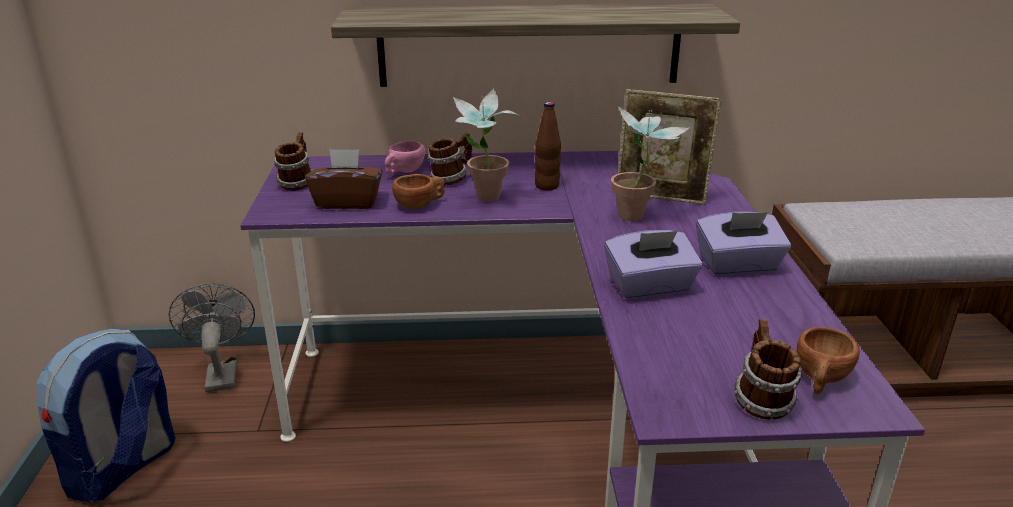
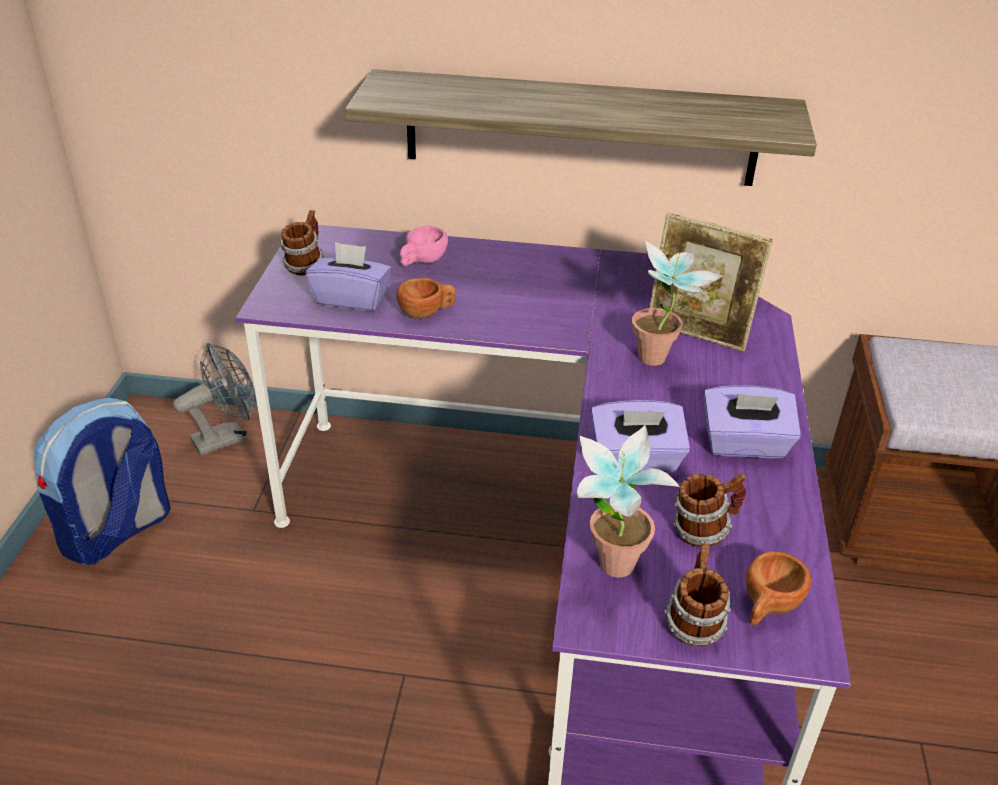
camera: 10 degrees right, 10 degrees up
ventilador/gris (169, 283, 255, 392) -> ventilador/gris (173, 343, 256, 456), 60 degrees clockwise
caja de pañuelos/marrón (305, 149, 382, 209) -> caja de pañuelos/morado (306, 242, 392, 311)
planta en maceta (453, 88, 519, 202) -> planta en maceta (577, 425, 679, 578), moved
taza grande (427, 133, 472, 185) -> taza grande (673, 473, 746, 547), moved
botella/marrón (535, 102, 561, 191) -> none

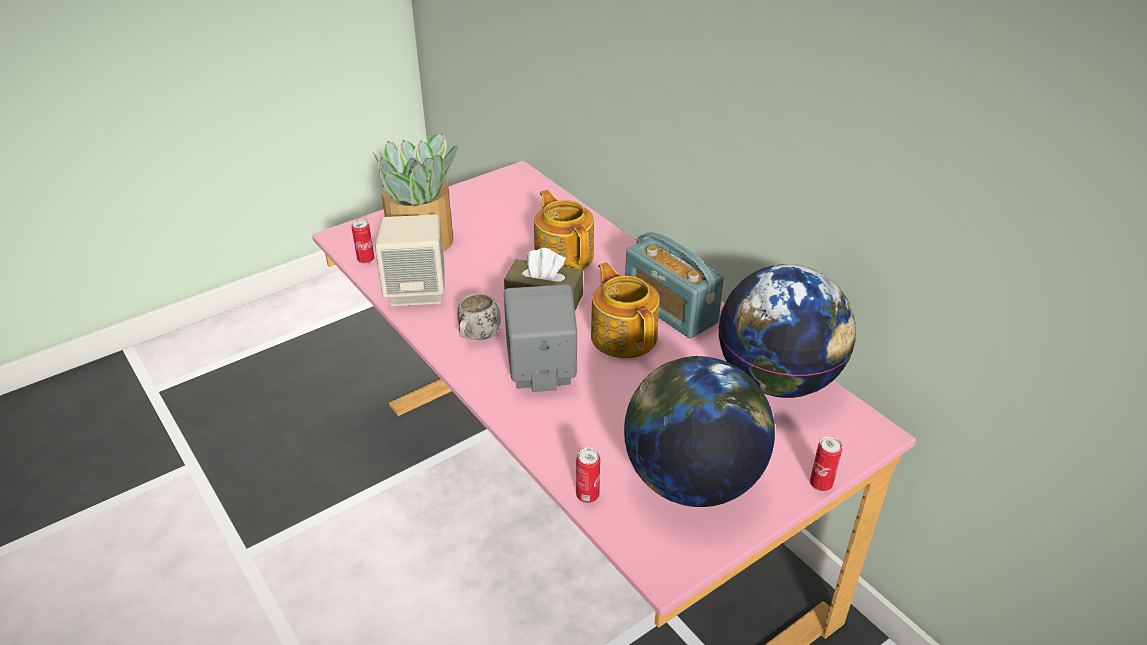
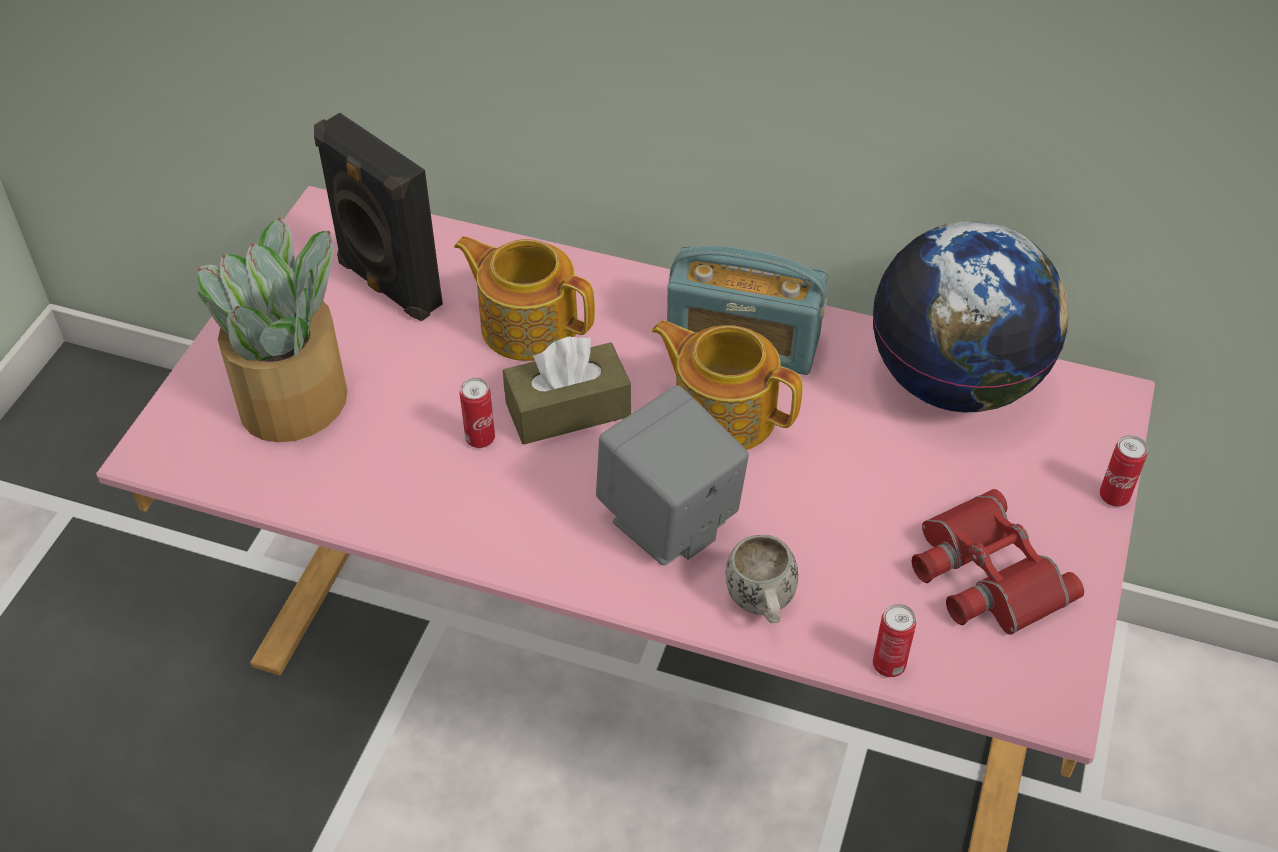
camera: 35 degrees left, 10 degrees up
none -> altavoz/negro (314, 113, 443, 321)
lata (352, 219, 375, 264) -> lata (460, 378, 495, 448), moved
taza grande/blanco (458, 293, 501, 340) -> taza grande/blanco (726, 535, 798, 623), moved
globo terráqueo (624, 356, 775, 507) -> prismáticos/rojo (912, 489, 1084, 635)
altavoz/beis (375, 214, 445, 306) -> none

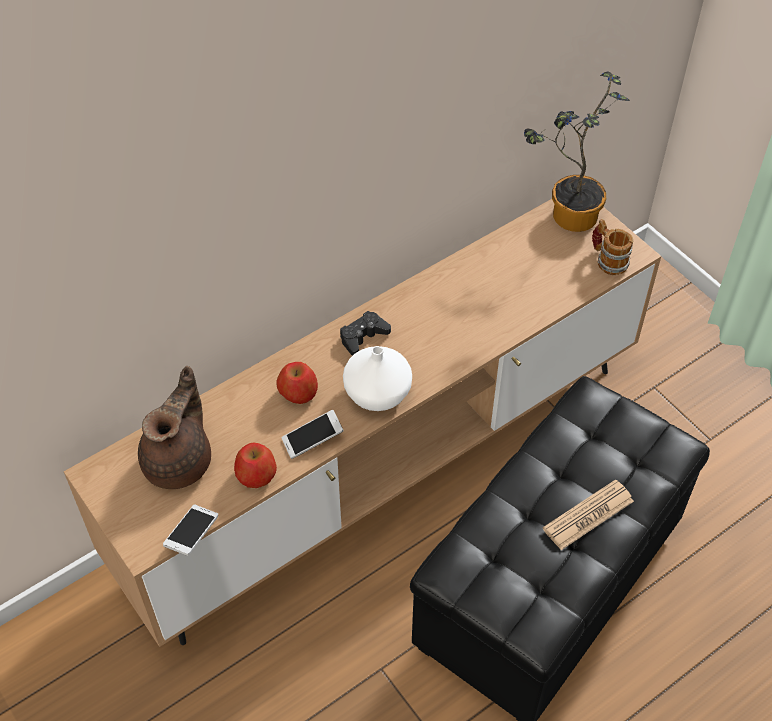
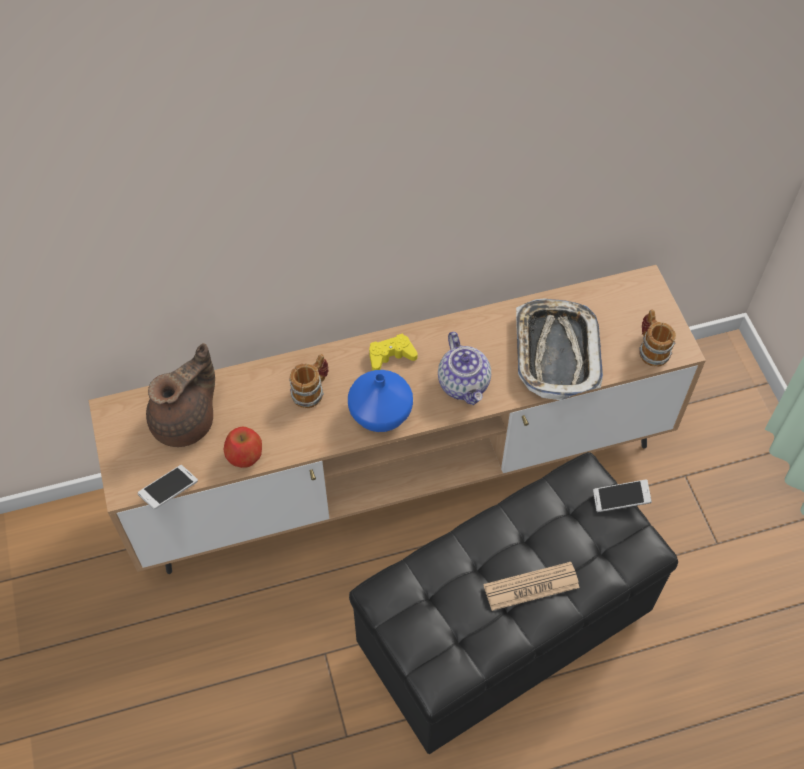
camera: 20 degrees right, 5 degrees up
manzana (276, 362, 318, 404) -> taza grande (289, 354, 329, 408)
florero/blanco (343, 346, 412, 411) -> florero/azul (348, 370, 413, 432)
mando de consola/negro (340, 311, 391, 356) -> mando de consola/amarillo (369, 334, 418, 371)
none -> tetera (438, 332, 491, 405)
none -> bandeja (516, 298, 603, 400)
móvil (281, 410, 344, 459) -> móvil (593, 480, 652, 512), moved
planta en maceta (524, 71, 630, 232) -> none

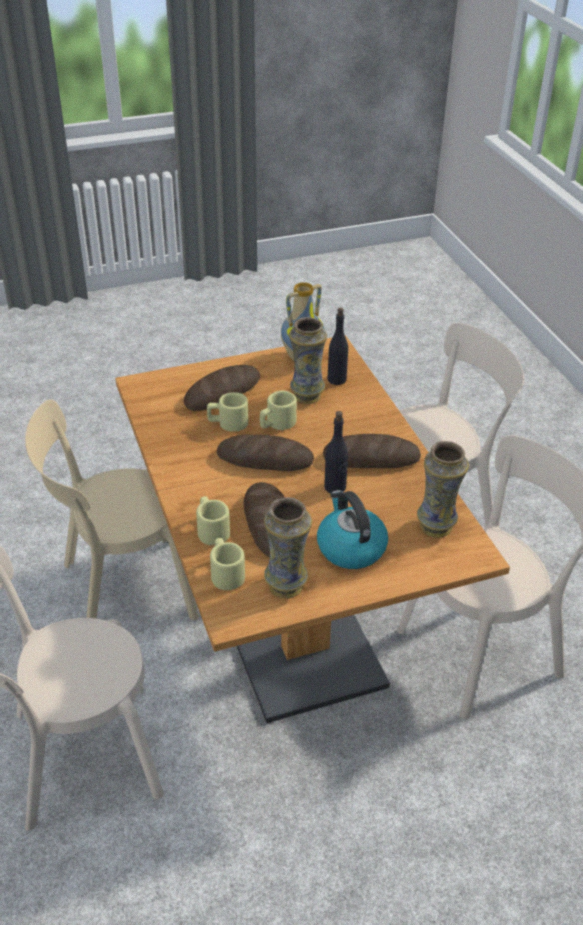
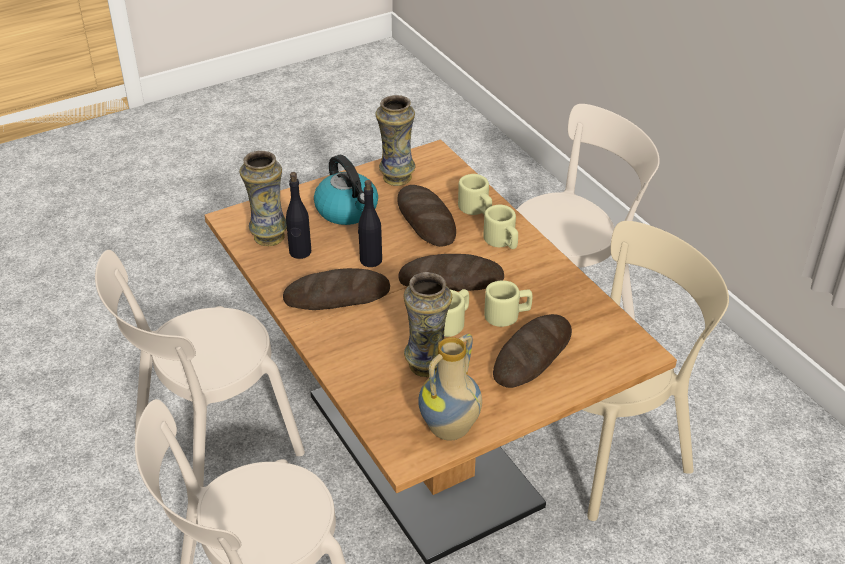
camera: 170 degrees right, 0 degrees up
botella/negro (327, 307, 348, 385) -> botella/negro (286, 172, 311, 259), moved
taza grande/beis (210, 538, 245, 590) -> taza grande/beis (483, 204, 518, 249), moved

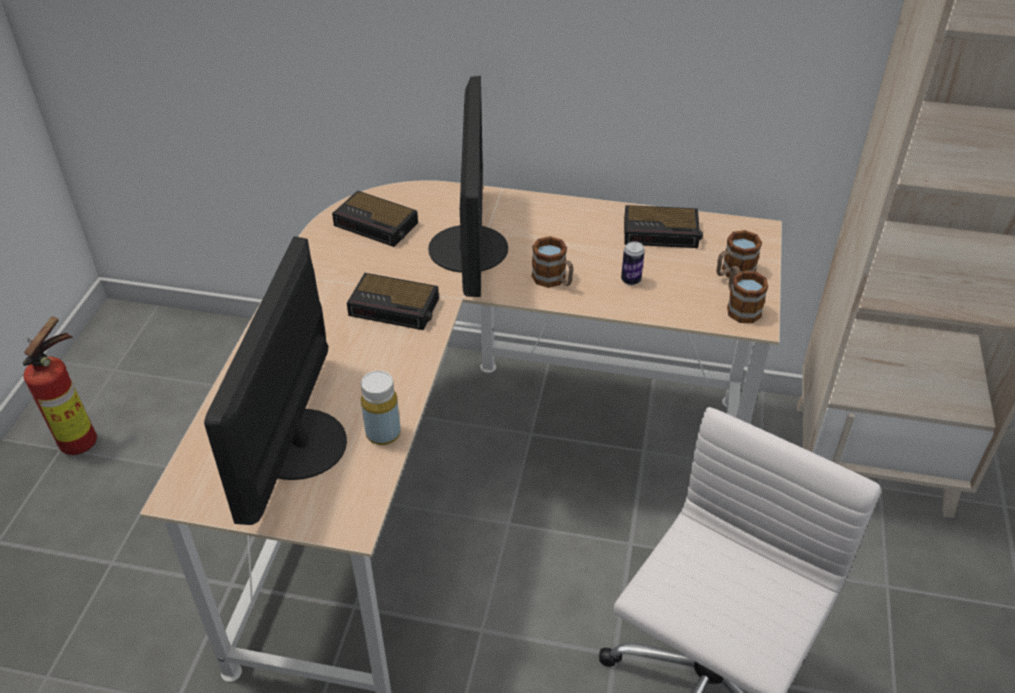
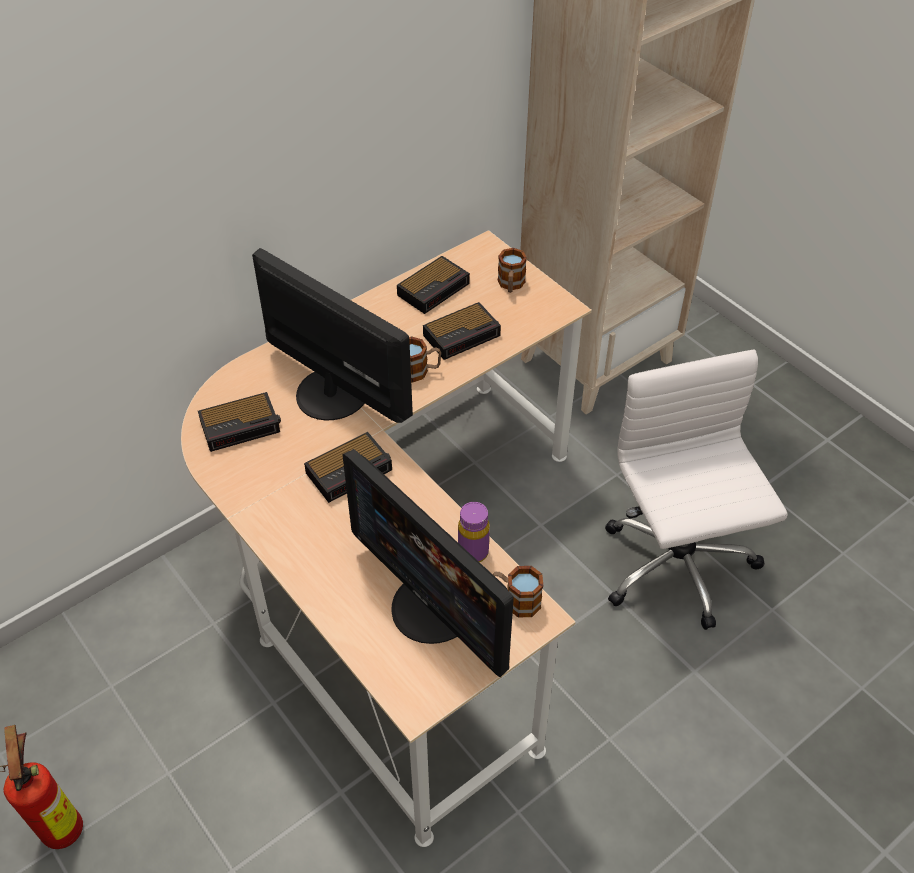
camera: 50 degrees left, 5 degrees up
lata (621, 241, 645, 285) -> despertador (423, 302, 501, 360)
botella/amarillo (361, 370, 401, 445) -> botella/morado (458, 502, 490, 562)
taza grande (727, 266, 768, 323) -> taza grande (493, 566, 543, 618), moved

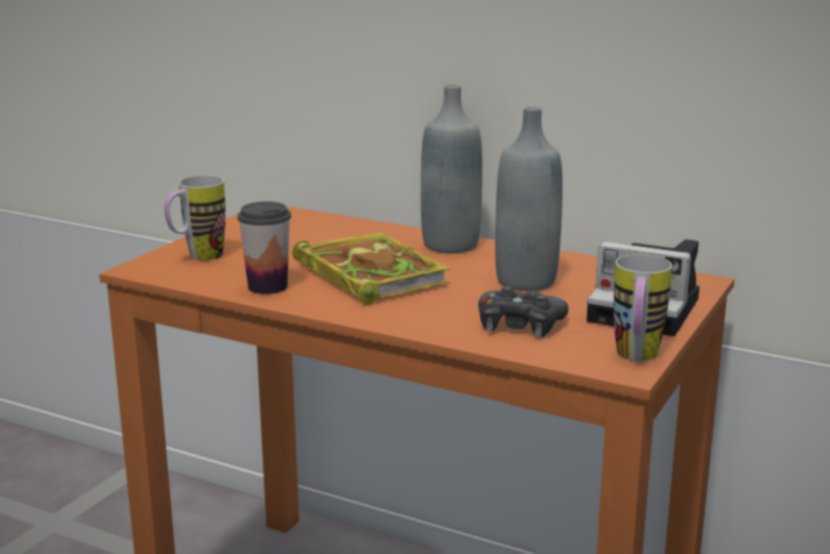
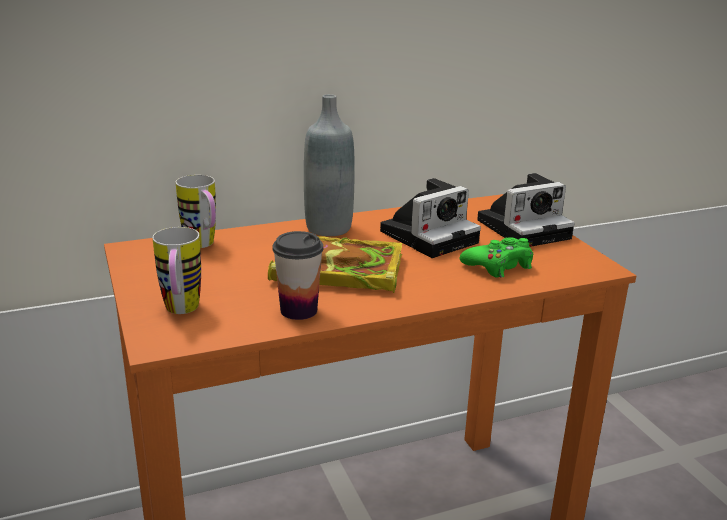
camera: 50 degrees left, 5 degrees up
taza grande (614, 254, 672, 361) -> taza grande (176, 175, 216, 248), moved
botella/gris (495, 107, 563, 291) -> cámara (380, 178, 481, 258)
mando de consola/negro (478, 286, 569, 337) -> mando de consola/verde (460, 237, 533, 278)

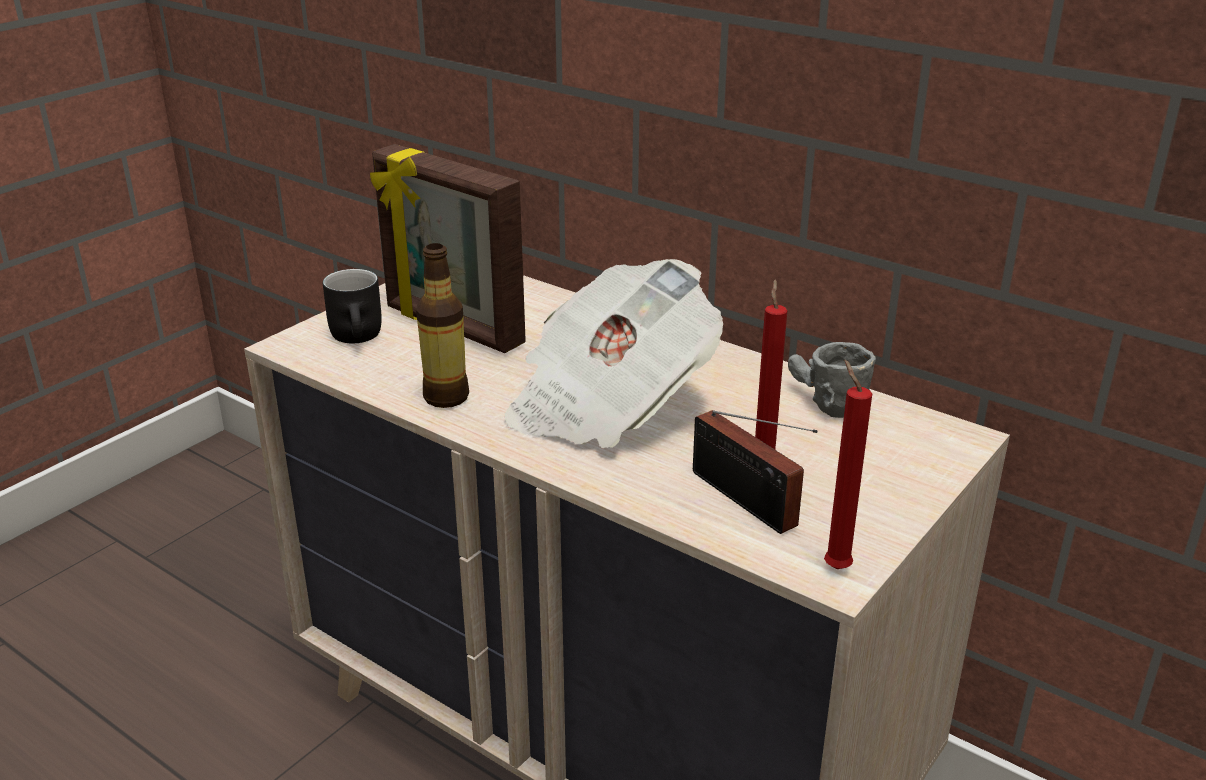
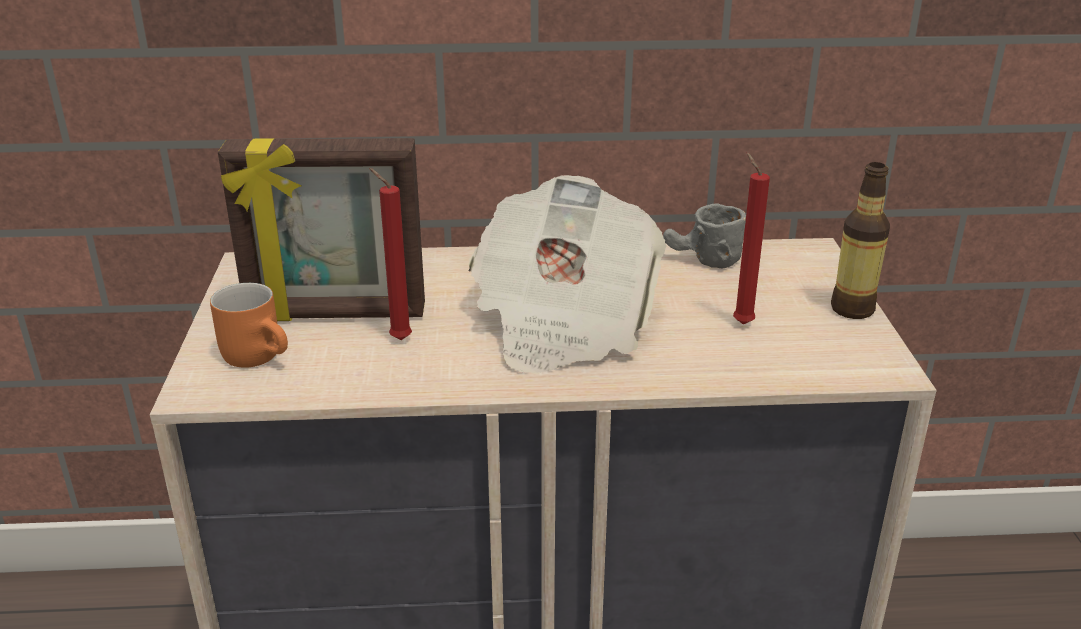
camera: 40 degrees left, 0 degrees up
taza grande/negro (323, 269, 381, 344) -> taza grande/naranja (210, 283, 288, 368)
vela/rojo (824, 360, 872, 569) -> vela/rojo (369, 168, 412, 340), moved
botella (416, 243, 469, 408) -> botella (831, 162, 890, 319), moved
radio (693, 410, 818, 534) -> none

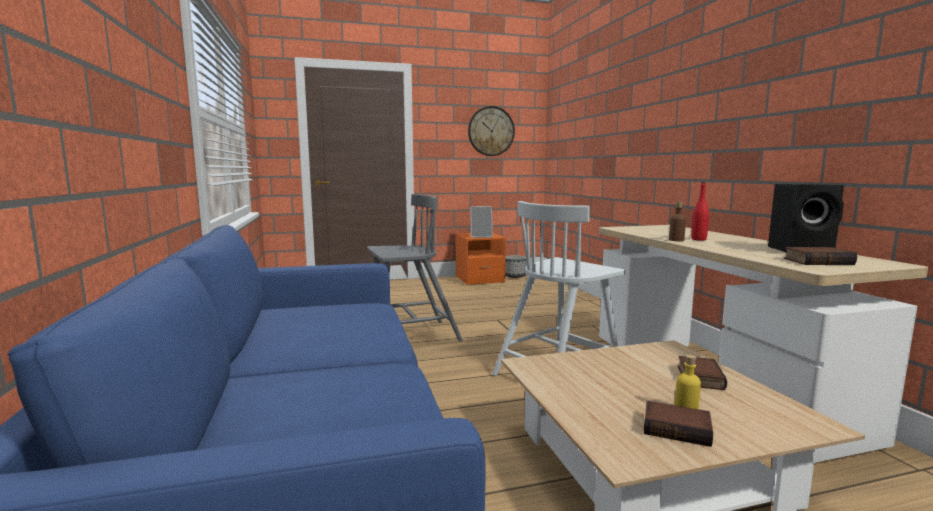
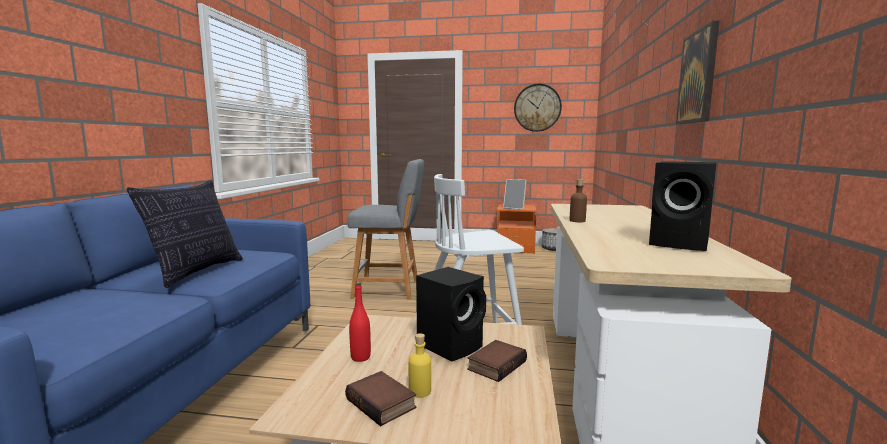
camera: 25 degrees right, 0 degrees up
none -> cojín (127, 180, 243, 288)
silla/gris (367, 194, 463, 341) -> taburete/gris (348, 159, 424, 300)
botella/rojo (691, 182, 709, 240) -> botella/rojo (349, 283, 371, 362), moved
none -> altavoz/negro (416, 267, 486, 362)
none -> cuadro (676, 21, 719, 124)
libro (784, 247, 857, 265) -> none

